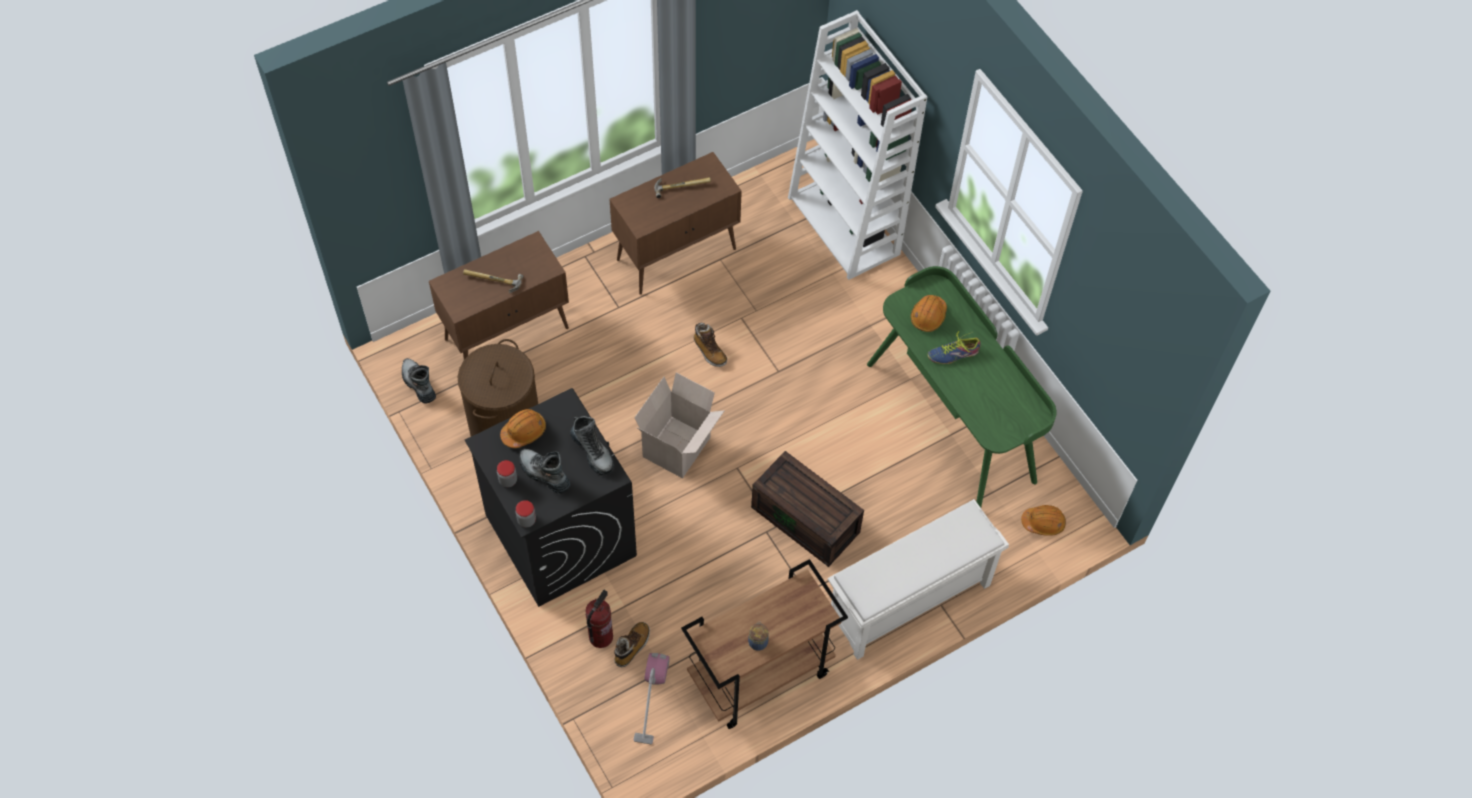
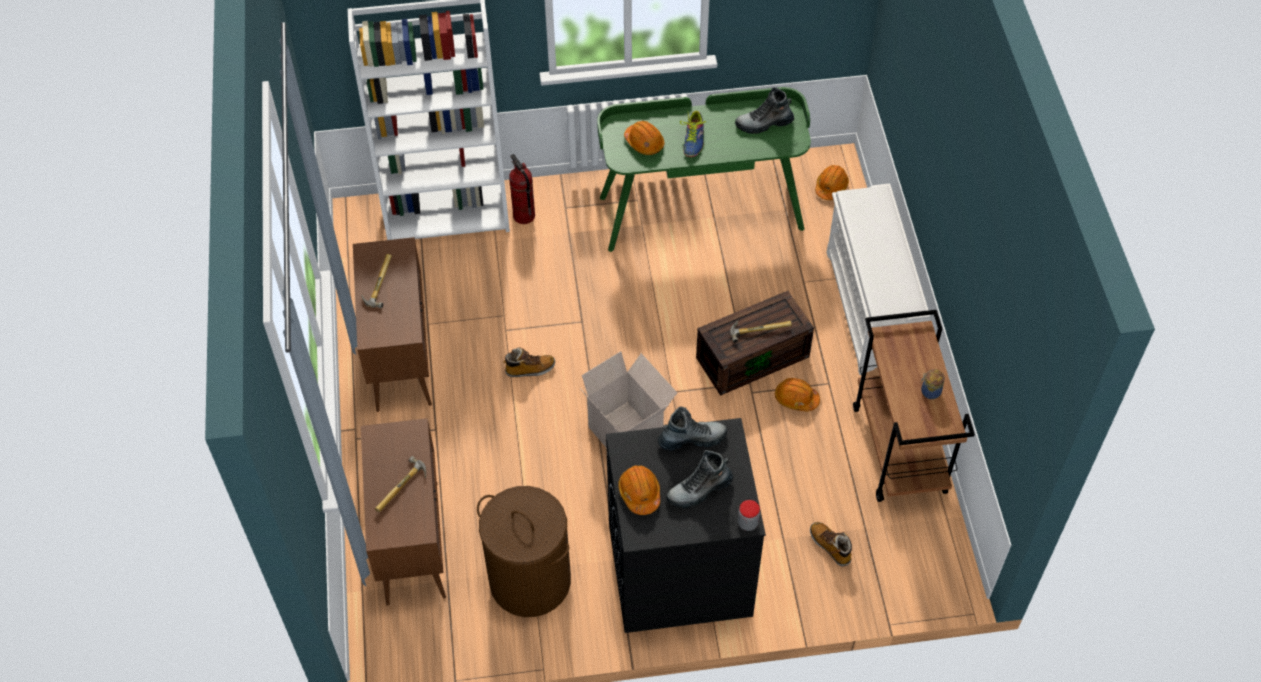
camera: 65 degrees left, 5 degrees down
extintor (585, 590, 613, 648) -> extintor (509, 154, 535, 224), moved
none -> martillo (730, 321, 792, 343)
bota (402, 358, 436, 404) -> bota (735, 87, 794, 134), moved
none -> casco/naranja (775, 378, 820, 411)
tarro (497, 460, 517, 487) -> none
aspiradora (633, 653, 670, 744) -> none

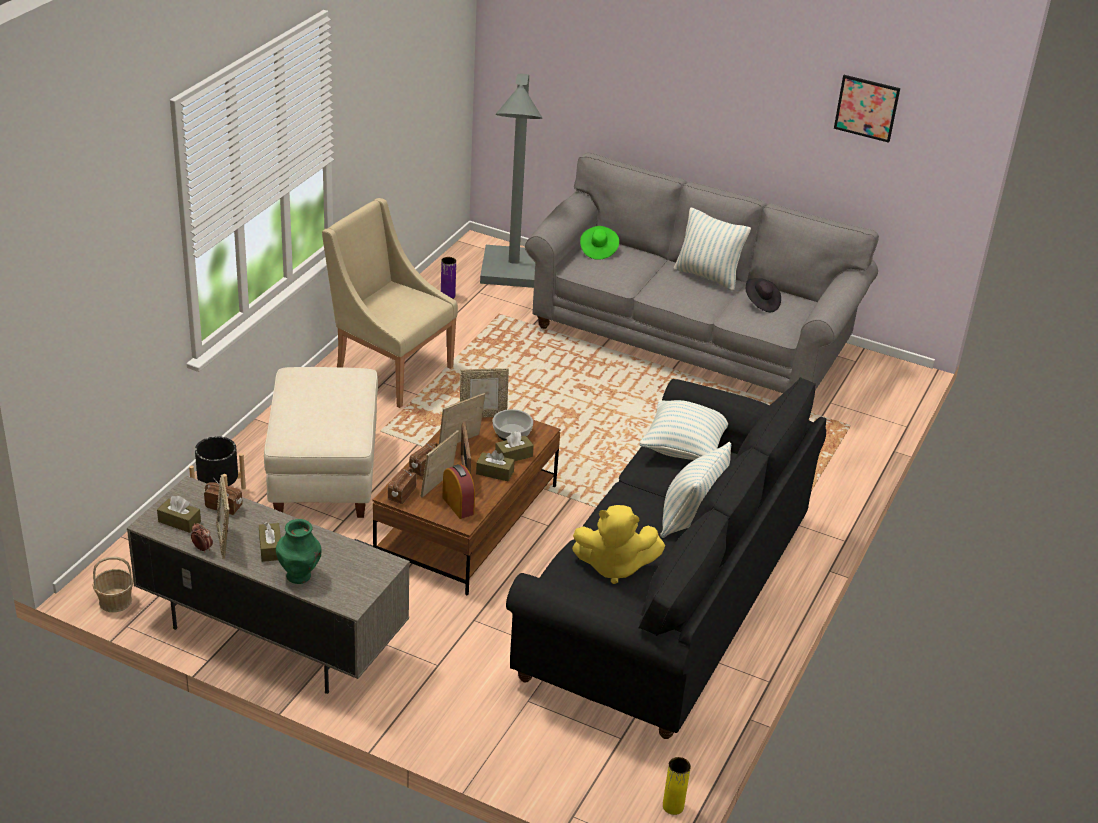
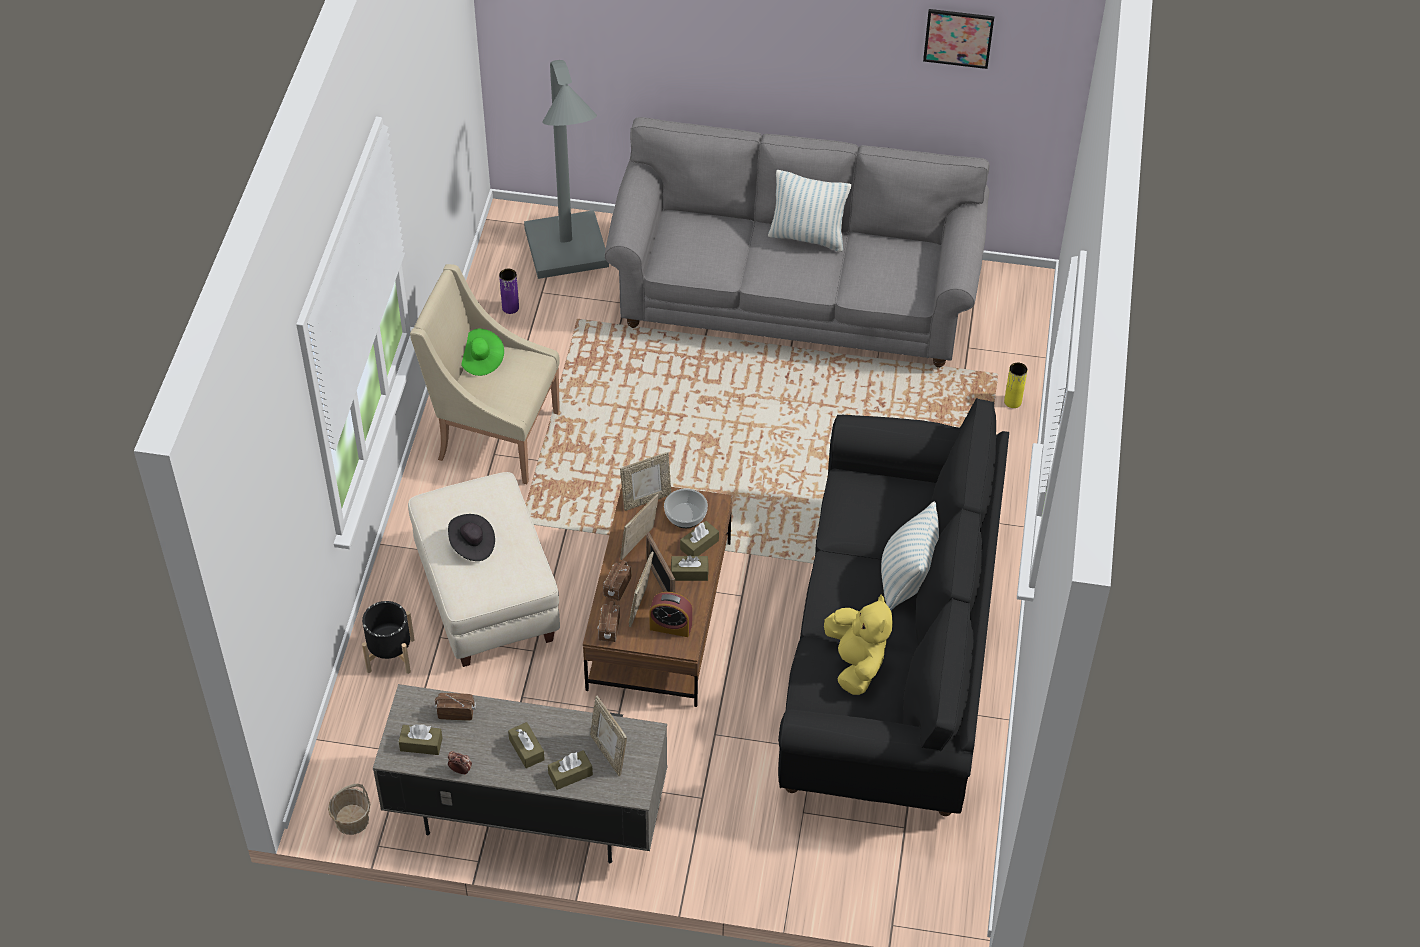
camera: 15 degrees left, 15 degrees up
sombrero/negro (746, 278, 781, 312) -> sombrero/negro (448, 514, 495, 561), moved
sombrero/verde (580, 226, 619, 260) -> sombrero/verde (461, 329, 504, 376), moved
florero/verde (276, 519, 322, 584) -> caja de pañuelos/marrón (548, 750, 593, 790)
portarretratos (216, 474, 230, 559) -> portarretratos (590, 696, 627, 776), moved
despertador (443, 464, 475, 519) -> despertador (649, 592, 692, 637), 150 degrees clockwise
peluche/amarillo (572, 505, 665, 584) -> peluche/amarillo (824, 595, 893, 695), 90 degrees counterclockwise
florero/amarillo (663, 757, 691, 815) -> florero/amarillo (1004, 363, 1027, 408), moved
cojín (639, 400, 728, 460) -> none

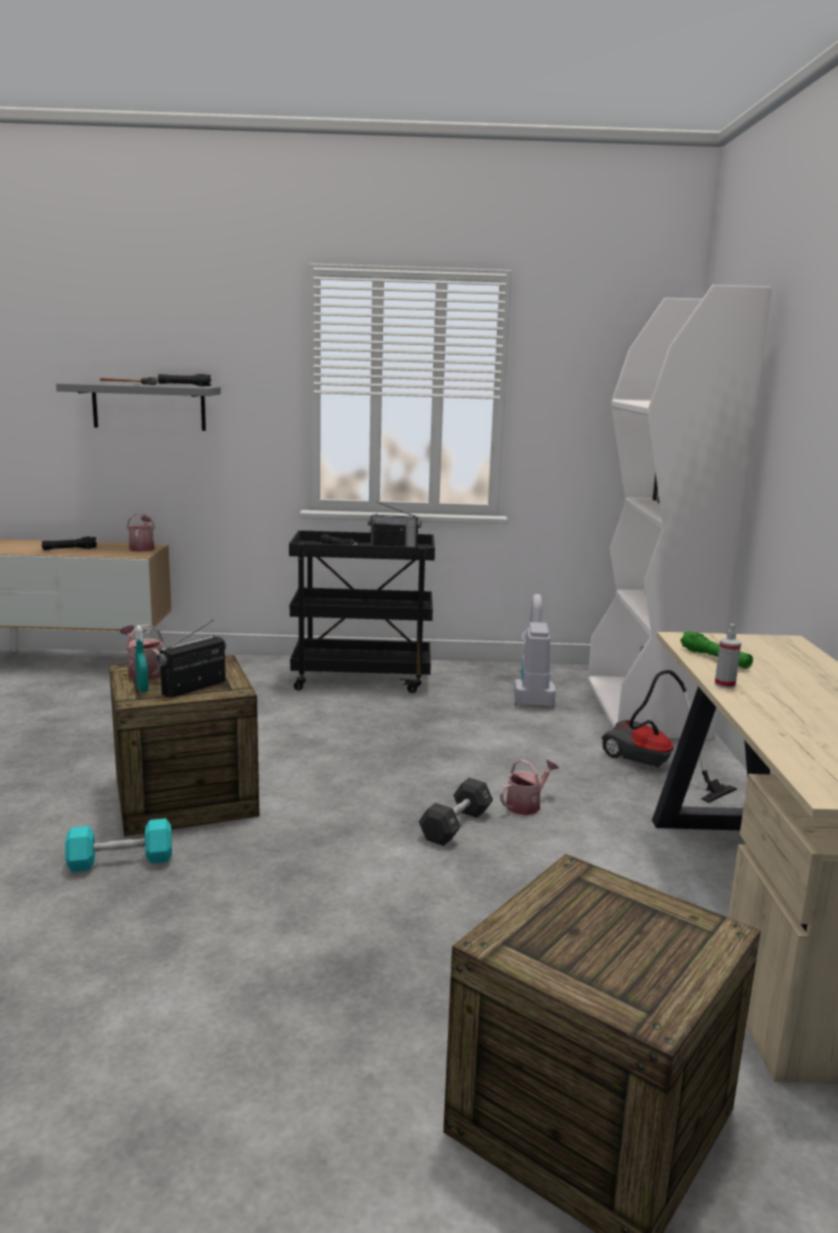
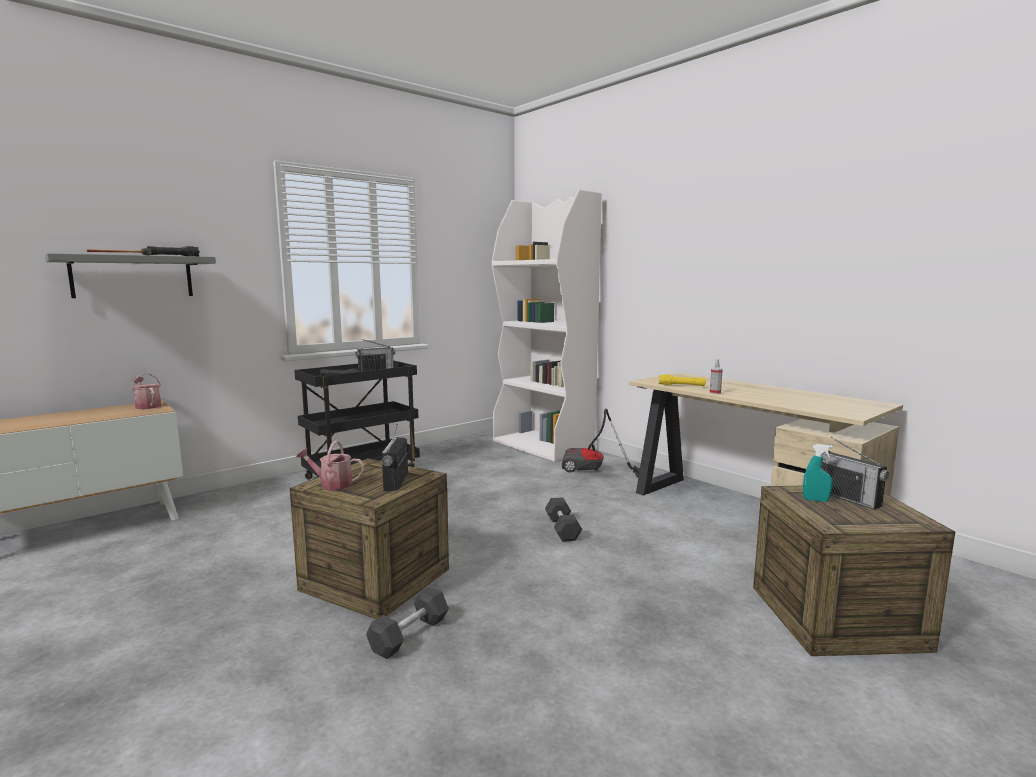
camera: 40 degrees left, 5 degrees down
mancuerna/turquesa (65, 818, 172, 872) -> mancuerna/negro (366, 587, 449, 659)
linterna/verde (680, 631, 753, 669) -> linterna/amarillo (658, 374, 706, 386)
pulverizador/turquesa (135, 625, 149, 692) -> pulverizador/turquesa (803, 444, 833, 502), moved
none -> radio (821, 437, 890, 510)
linterna/negro (42, 536, 97, 550) -> none
regadera (500, 759, 559, 815) -> none
aspiradora (514, 594, 556, 707) -> none

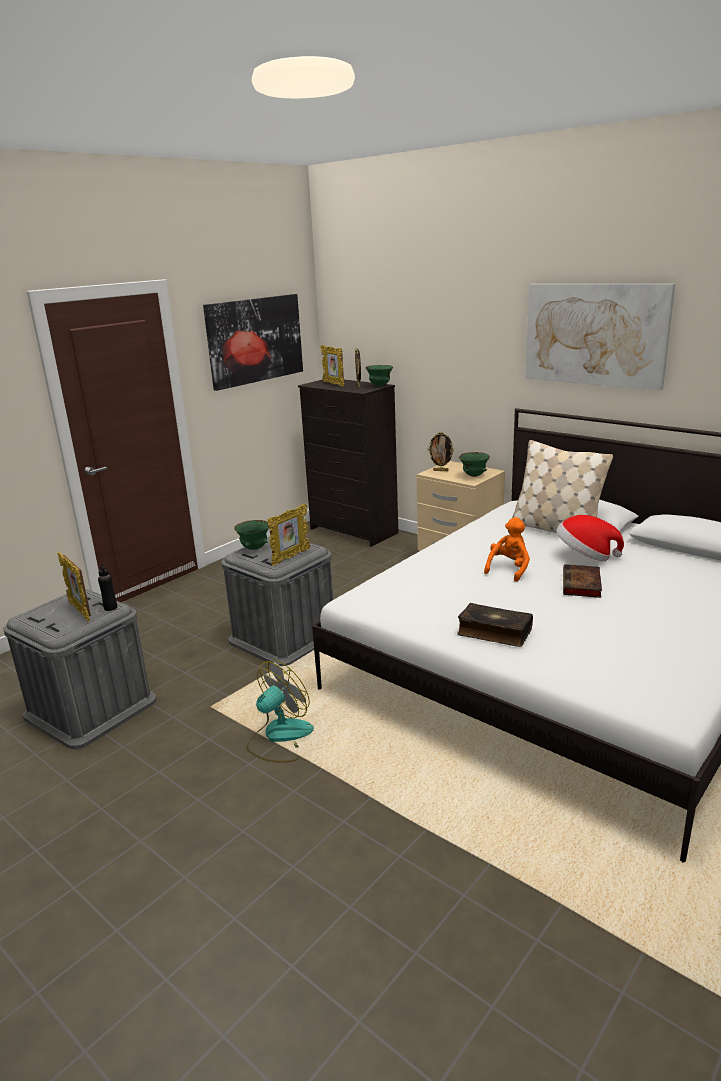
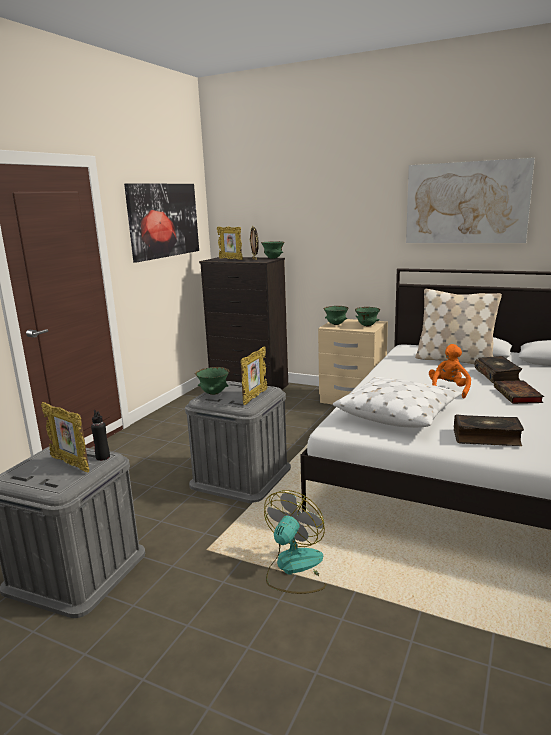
camera: 15 degrees left, 5 degrees down
portarretratos (428, 432, 454, 471) -> cuenco/verde (323, 306, 349, 325)
none -> cojín/blanco (333, 377, 461, 428)
sombrero (556, 515, 624, 561) -> libro (475, 356, 522, 384)

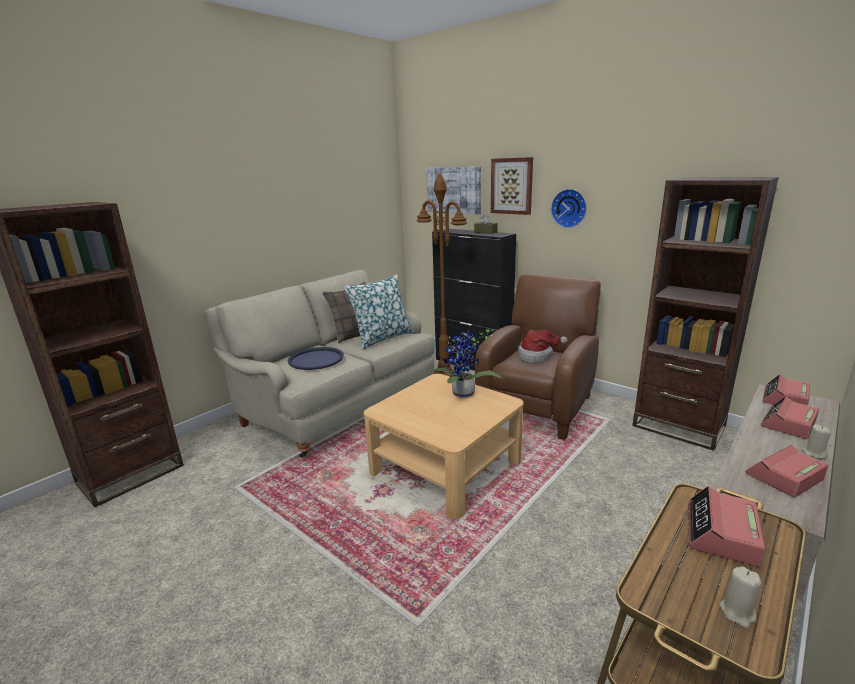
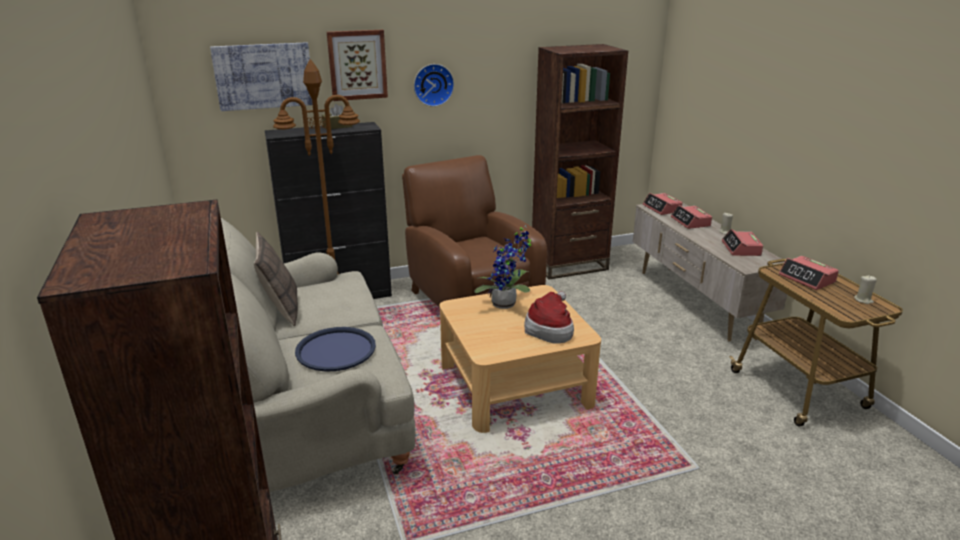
camera: 60 degrees left, 5 degrees up
sombrero (518, 330, 568, 364) -> sombrero (524, 292, 574, 343), moved
cojín (344, 274, 414, 350) -> none

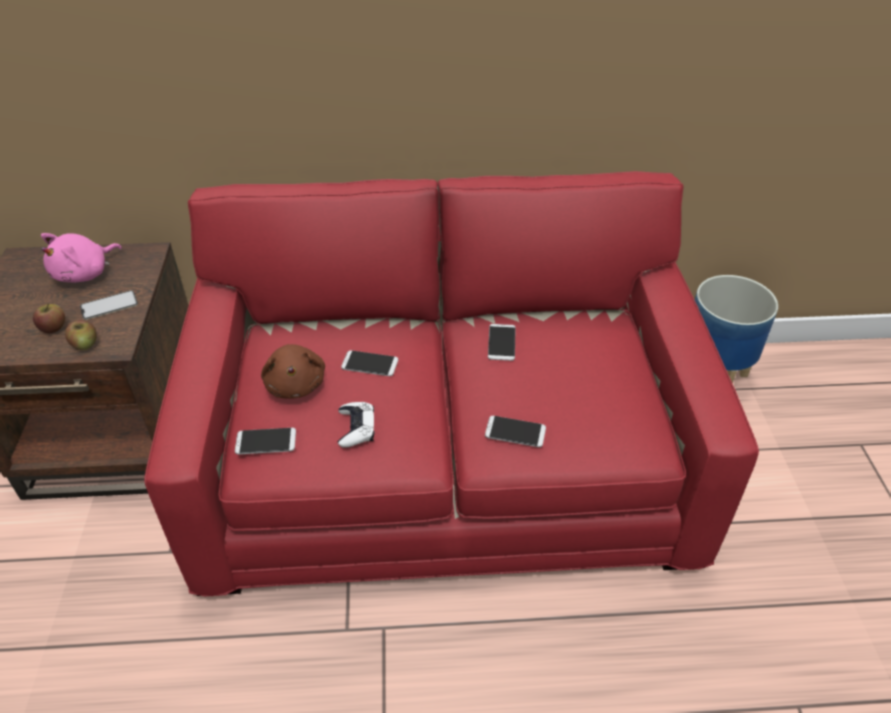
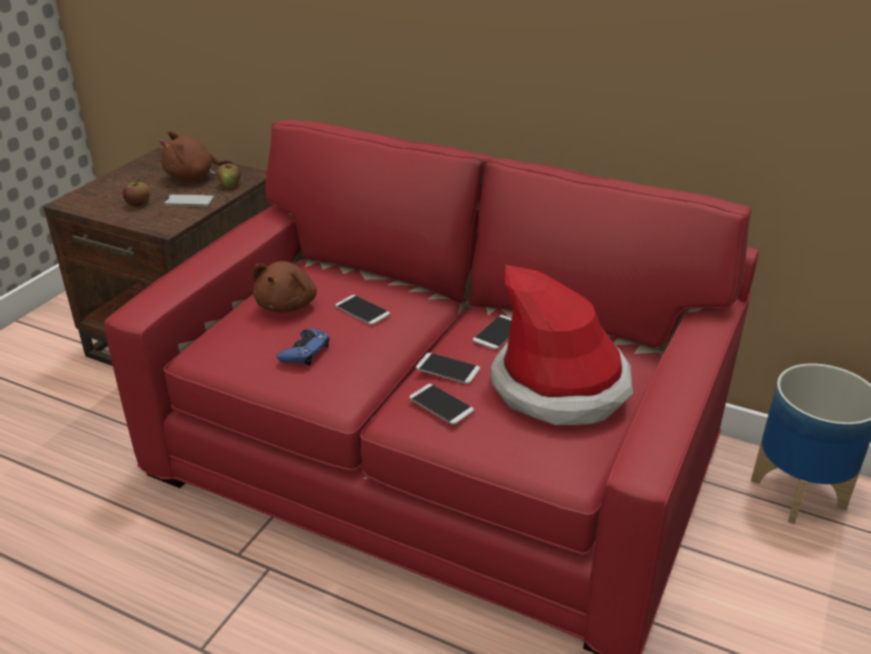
camera: 30 degrees right, 10 degrees down
peluche/rosa (41, 233, 122, 282) -> peluche/marrón (160, 131, 233, 180)
manzana (65, 320, 97, 350) -> manzana (217, 164, 241, 188), moved
mando de consola/blanco (338, 402, 374, 448) -> mando de consola/azul (277, 329, 329, 365)
móvil (235, 428, 296, 455) -> móvil (416, 353, 480, 384), moved
none -> sombrero (491, 265, 633, 425)

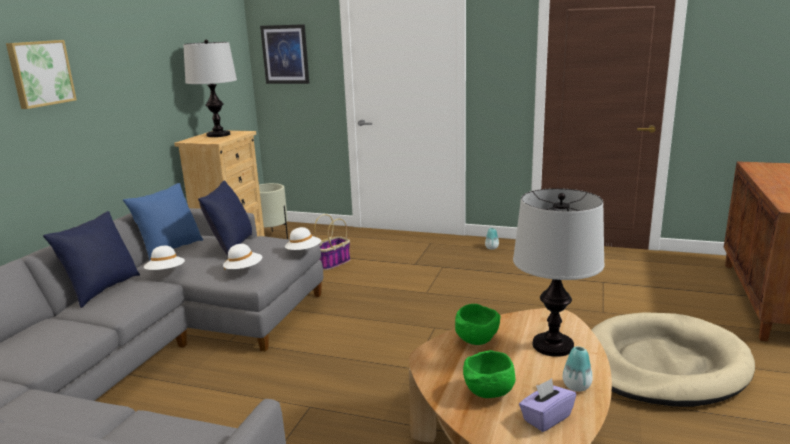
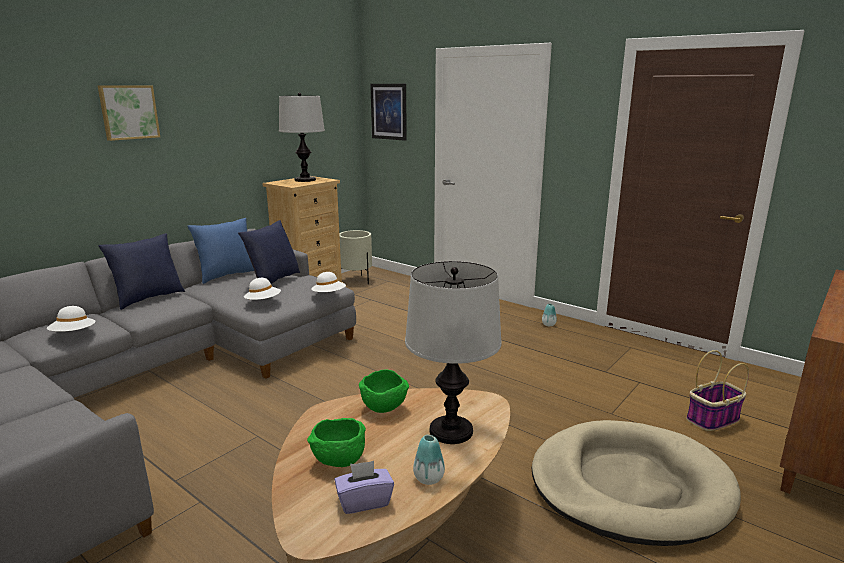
camera: 20 degrees right, 0 degrees up
sombrero/blanco (144, 246, 185, 270) -> sombrero/blanco (47, 306, 96, 332), moved
cesta (314, 214, 350, 270) -> cesta (686, 350, 749, 431), moved

